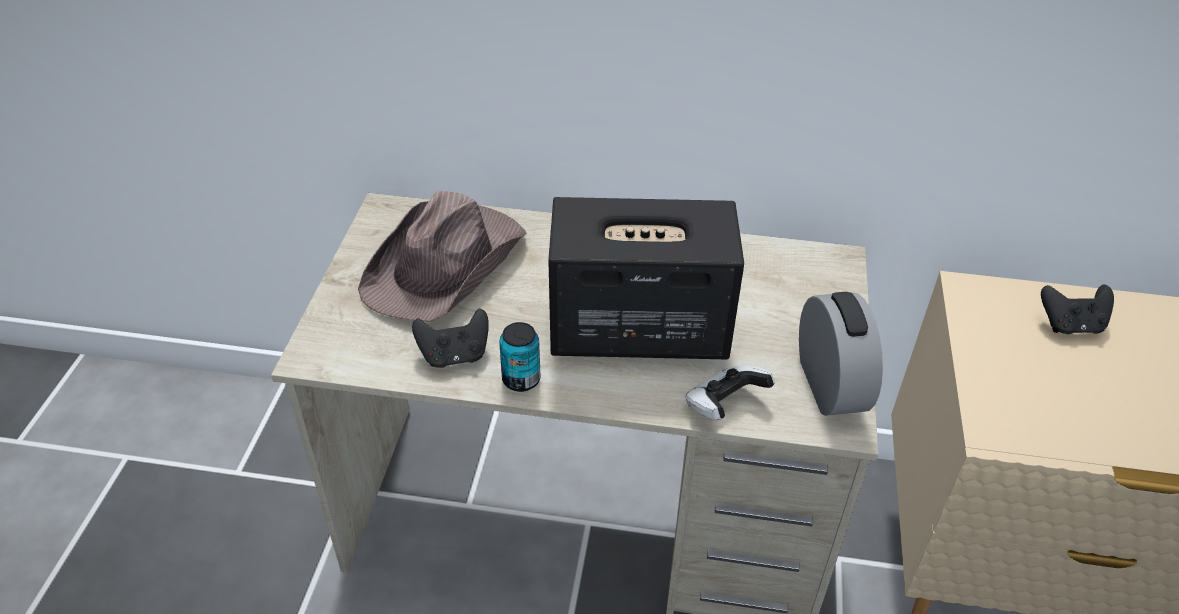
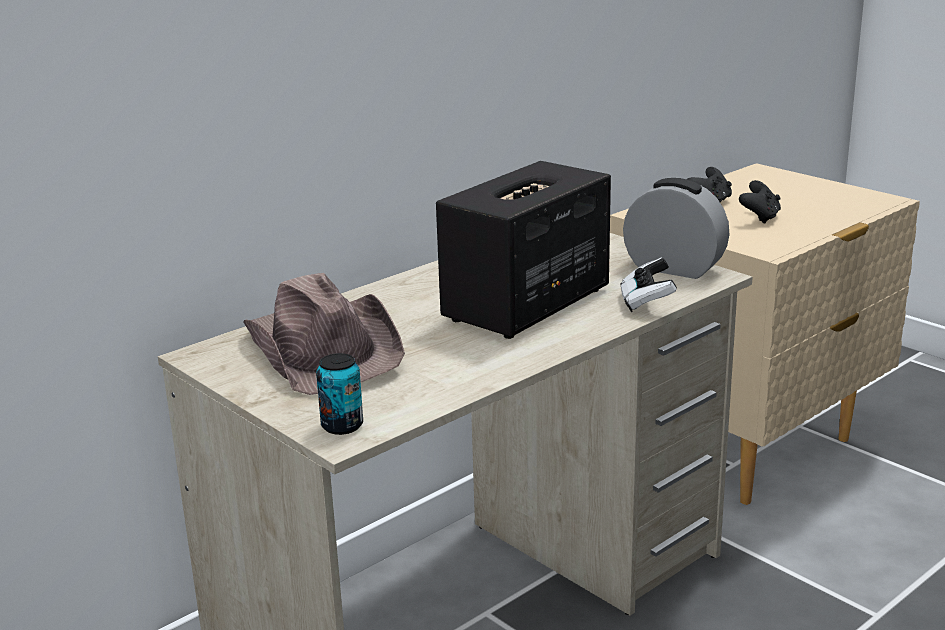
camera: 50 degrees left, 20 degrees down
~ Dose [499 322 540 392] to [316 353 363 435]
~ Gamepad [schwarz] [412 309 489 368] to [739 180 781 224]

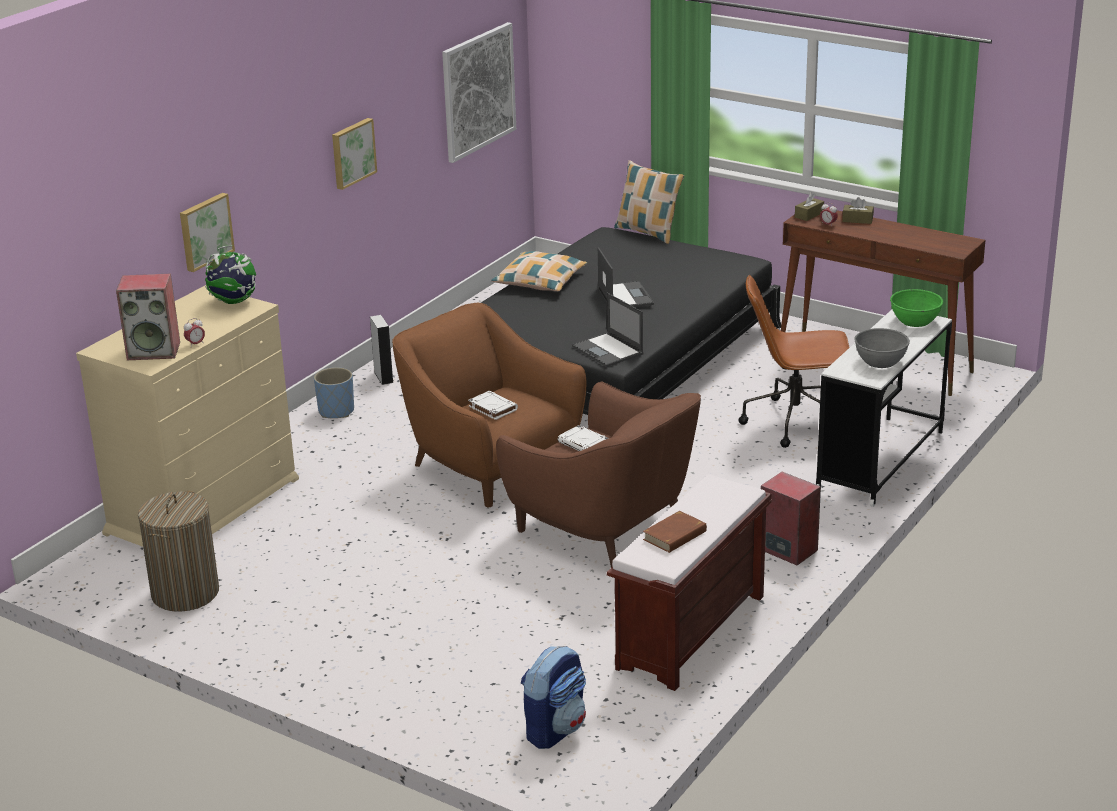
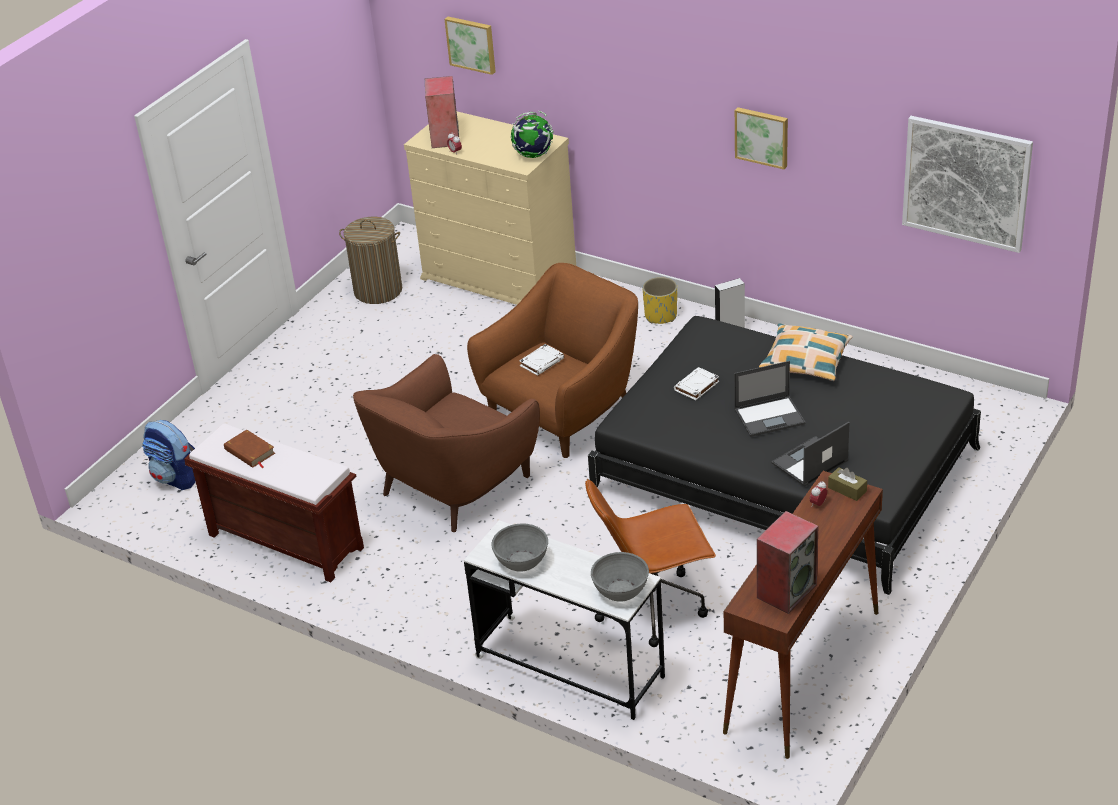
camera: 90 degrees right, 10 degrees up
~ Bild [180 193 235 272] to [444 17 496 75]
~ Bürostuhl [braun] [738 275 850 448] = [585 479 716 647] 105 degrees counterclockwise
~ Schüssel [grün] [890 289 943 327] to Schüssel [grau] [591 552 649 602]
~ Pflanzkübel [blau] [314 367 354 418] to Pflanzkübel [gelb] [642 277 677 324]
~ Buch [weiß] [558 425 609 451] to [674 367 719 400]
~ Lautsprecher [761 472 821 565] to [757 511 818 614]
~ Laptop [572 293 644 367] to [771 422 850 486]
- Kissen [614 160 684 244]
- Taschentuchbox [braun] [842 197 874 224]

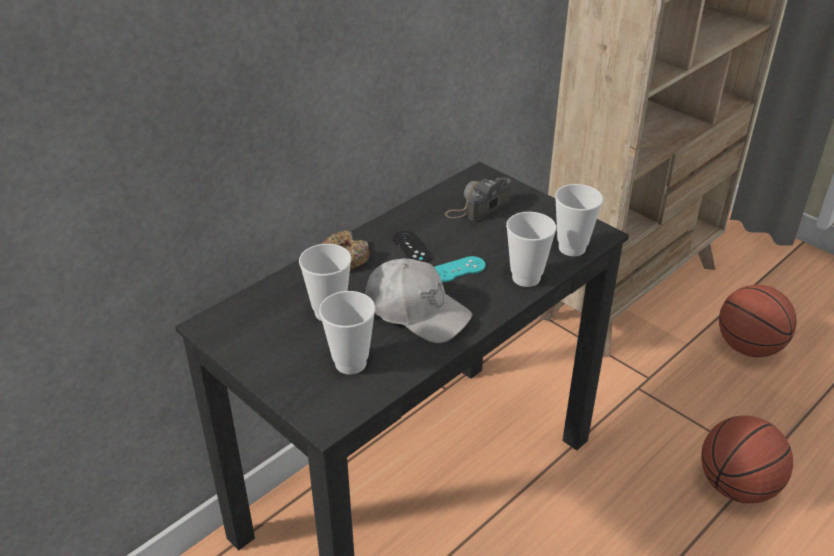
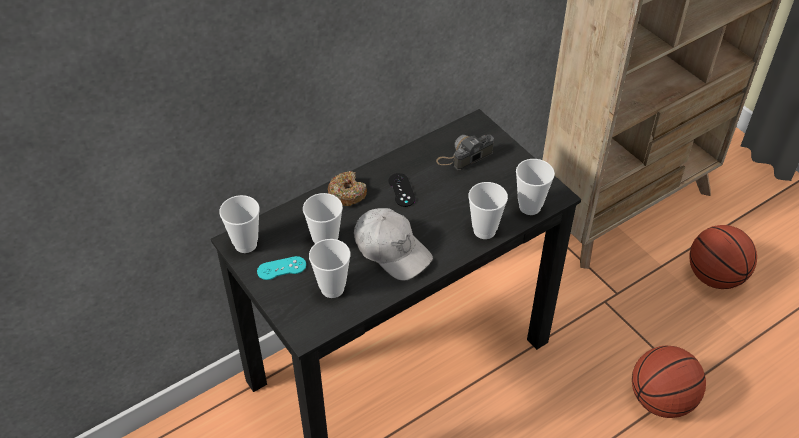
camera: 10 degrees right, 10 degrees up
+ Tasse [219 195 260 253]
~ Gamepad [türkis] [435 256 486 282] to [257 256 306 280]

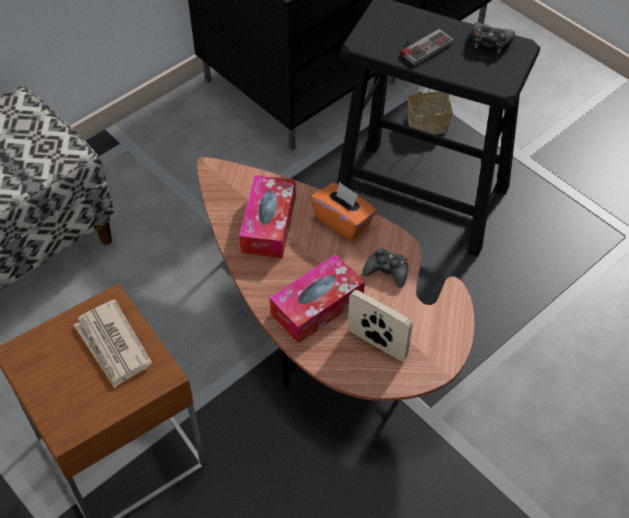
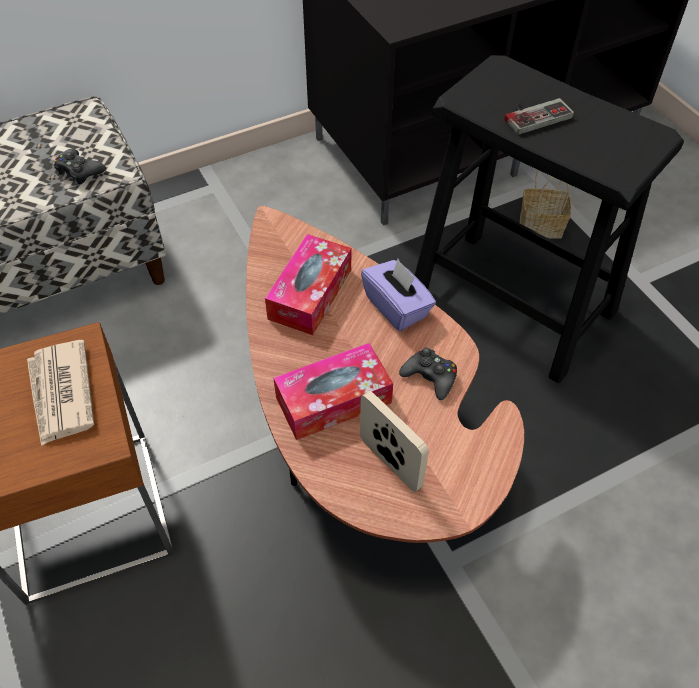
camera: 15 degrees right, 0 degrees up
~ Gamepad [schwarz] [471 23 515 54] to [54 149 106 185]
~ Taschentuchbox [orange] [310 181 377 240] to Taschentuchbox [lila] [361 259 436 331]

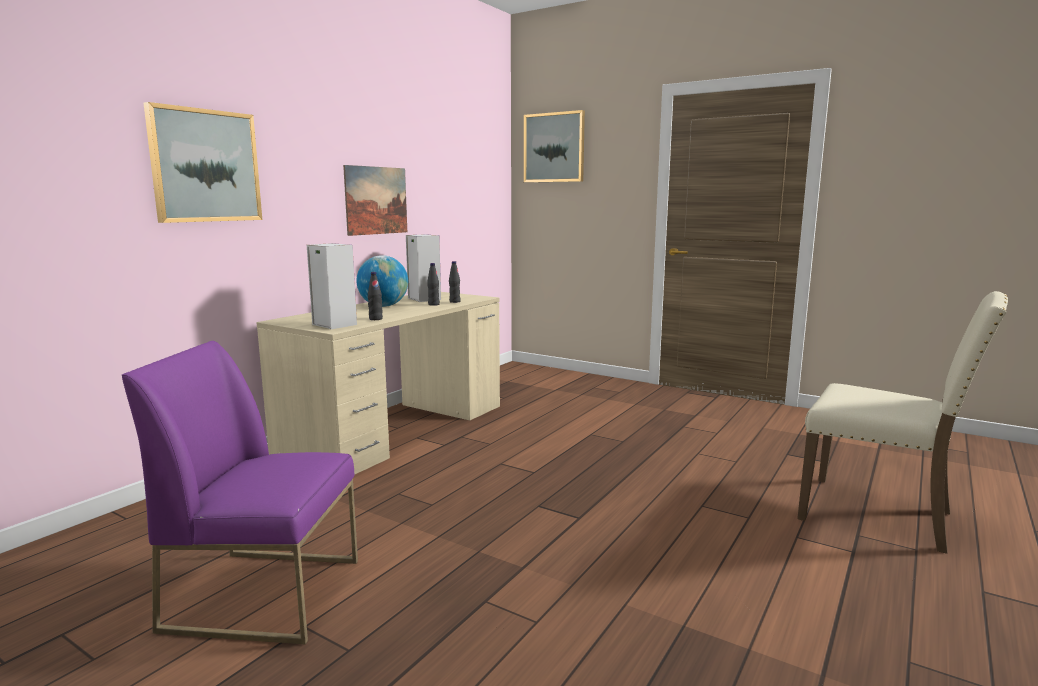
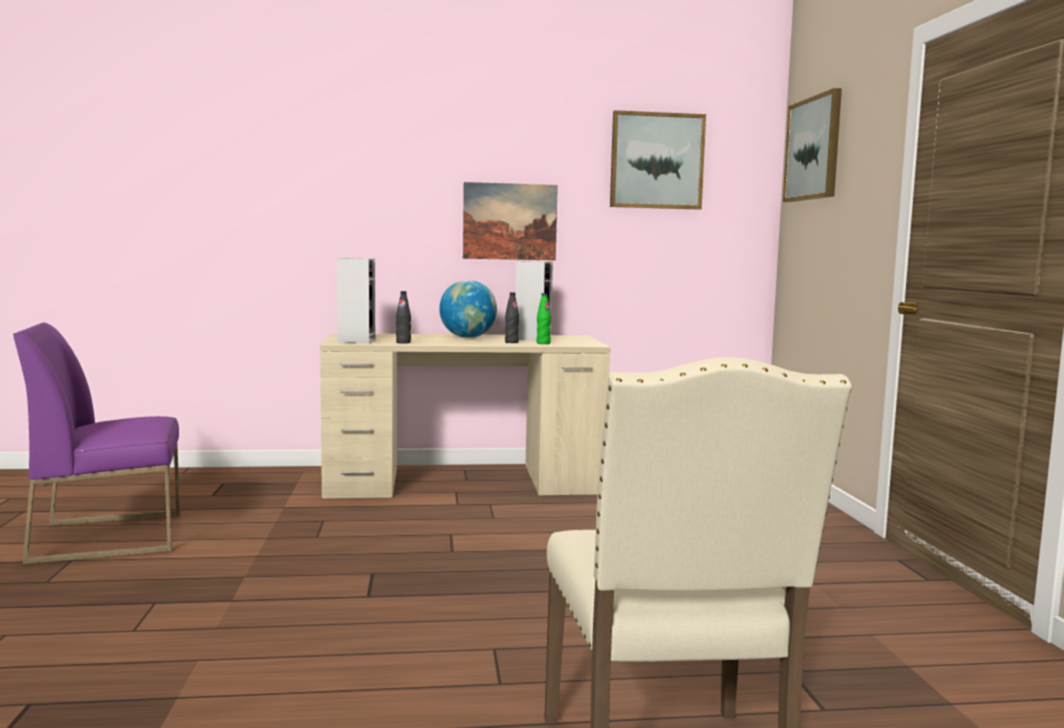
camera: 50 degrees right, 5 degrees down
~ Stuhl [lila] [122 341 358 644] = [13 323 180 564] 75 degrees counterclockwise
~ Flasche [schwarz] [449 261 461 303] to Flasche [grün] [537 293 551 344]
~ Bild [144 102 262 223] to [610 110 706 210]

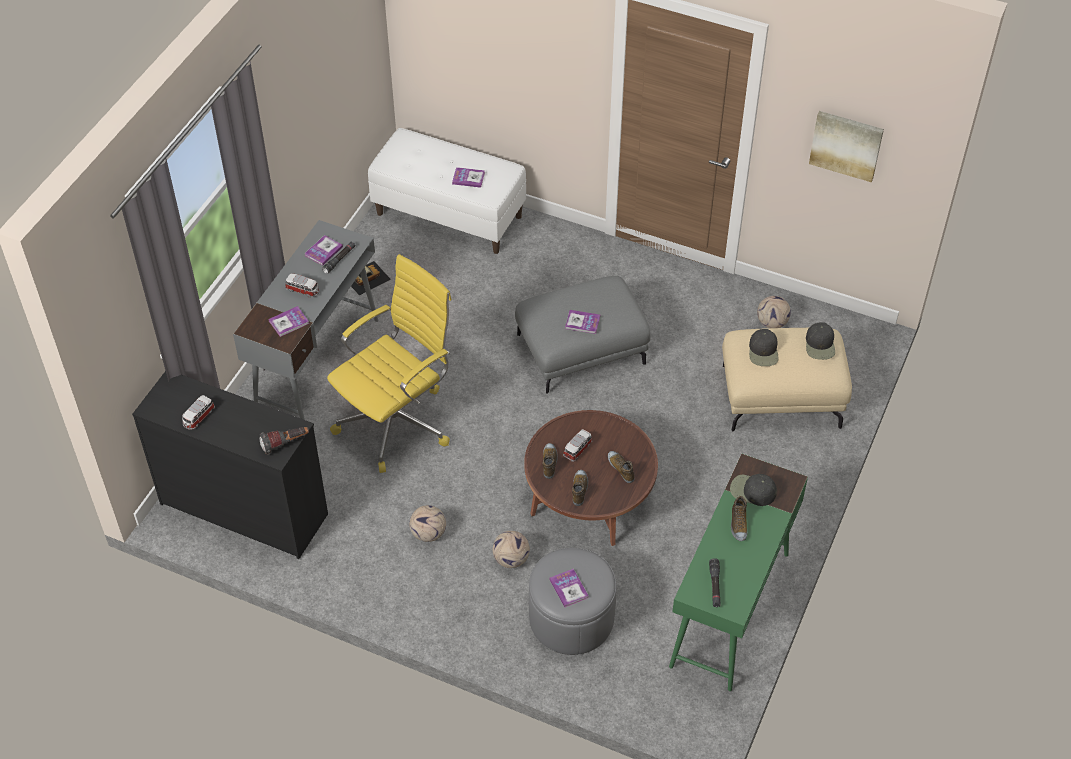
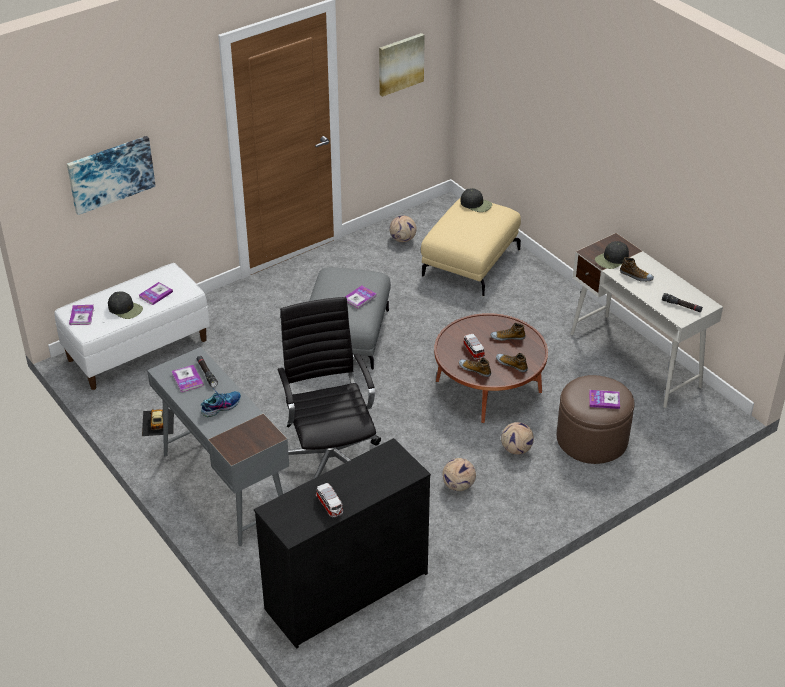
camera: 60 degrees left, 10 degrees down
+ Bild [67 136 156 215]
~ Buch [269 306 309 337] to [69 305 94 325]
~ Kappe [schwarz] [749 329 778 366] to [108 291 143 319]
~ Spielzeugauto [285 273 320 297] to Schuh [201 391 241 417]
~ Bürostuhl [gelb] [327 254 451 473] to Bürostuhl [schwarz] [277 297 381 479]
~ Polsterhocker [grau] [529 548 617 655] to Polsterhocker [braun] [557 375 635 464]
~ Schreibtisch [grün] [669 453 808 691] to Schreibtisch [weiß] [571 233 723 408]
- Taschenlampe [260 427 309 455]

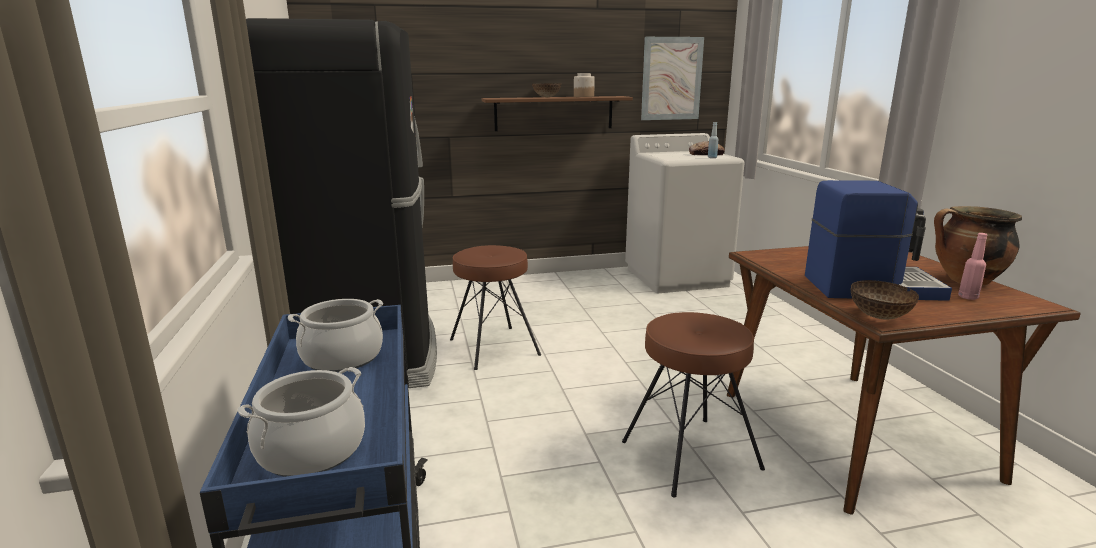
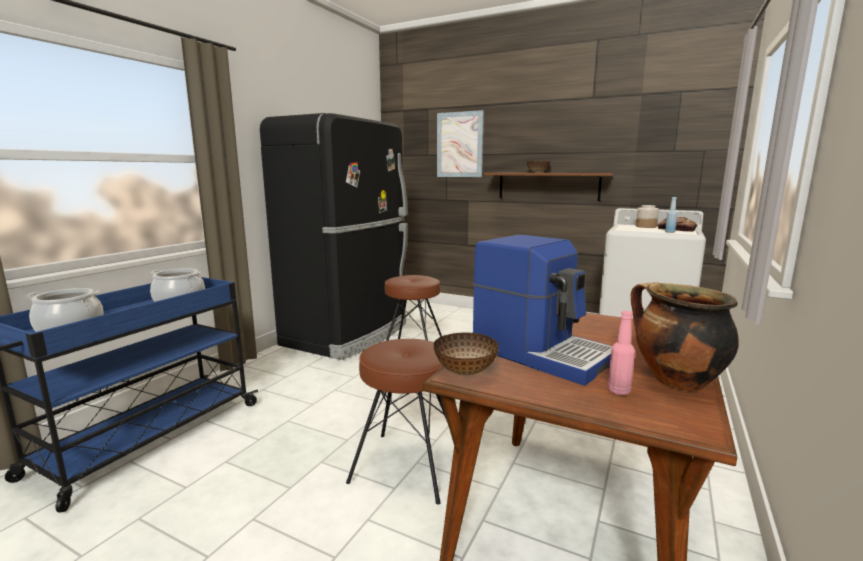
camera: 40 degrees right, 5 degrees down
~ Bild [641 37 704 120] to [437 110 484 177]
~ Vorratsglas [574 73 595 97] to [636 205 659 228]

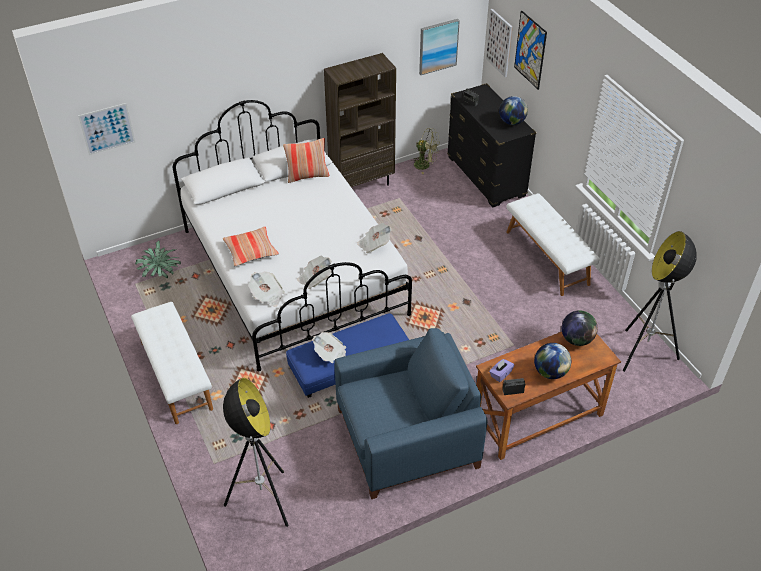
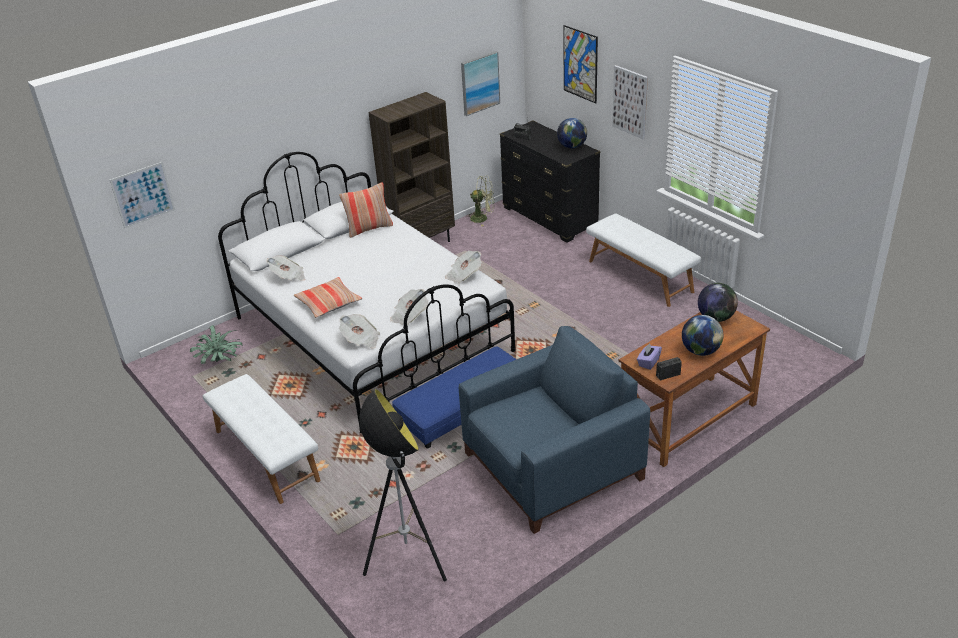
camera: 10 degrees left, 10 degrees down
~ Zeitung [313 332 346 363] to [266 256 305 281]
~ Bild [486 9 512 77] to [612 65 648 139]
- Stehlampe [623 231 697 372]

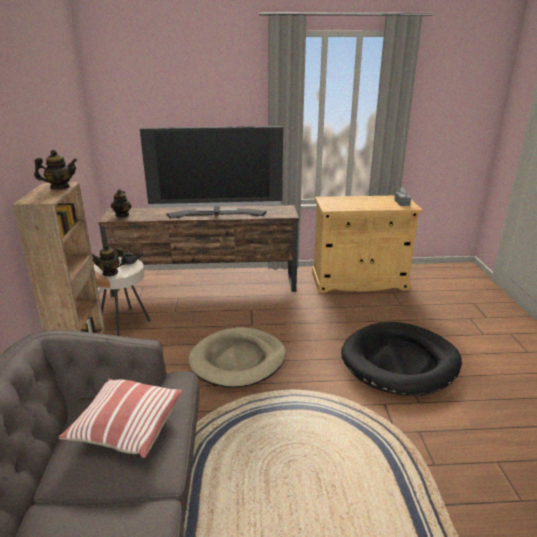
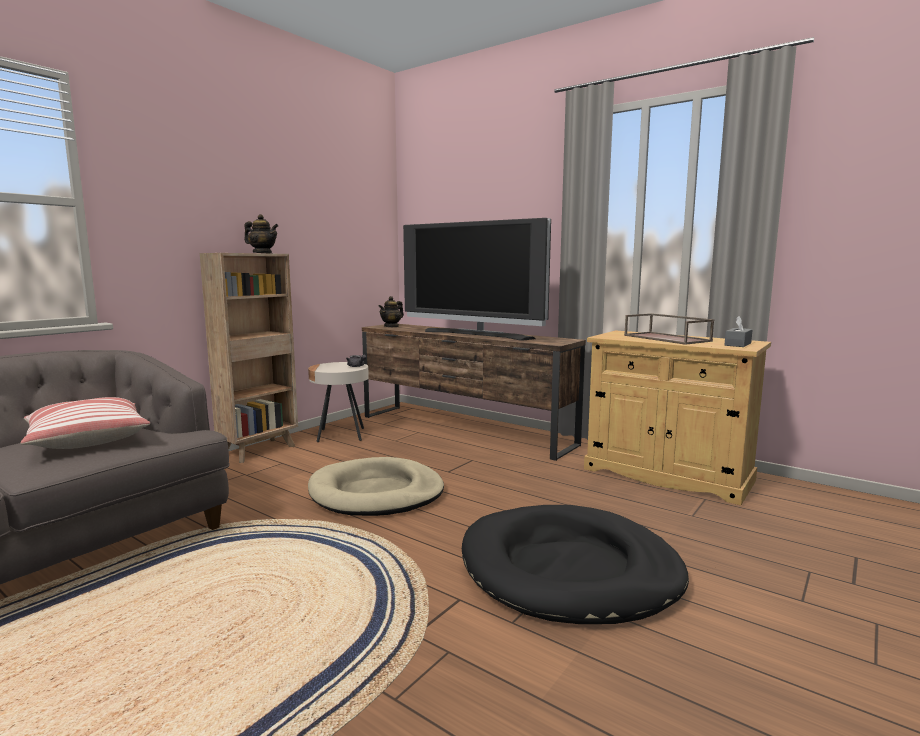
camera: 40 degrees right, 15 degrees down
+ Tablett [braun] [624 313 714 345]
- Teekanne [92 244 127 276]

